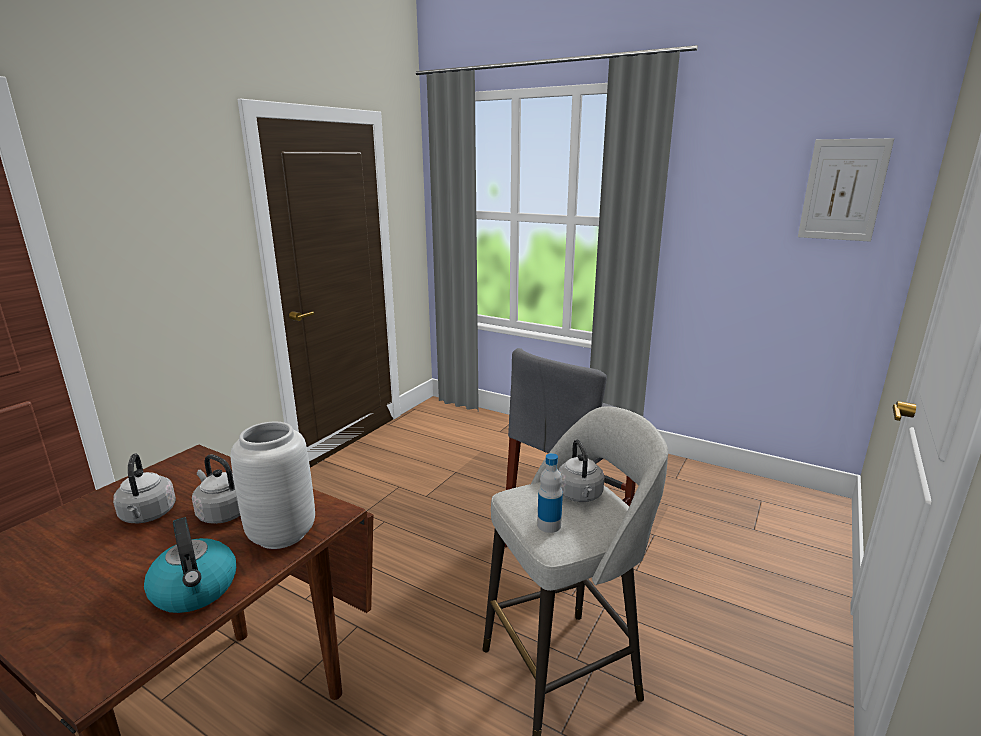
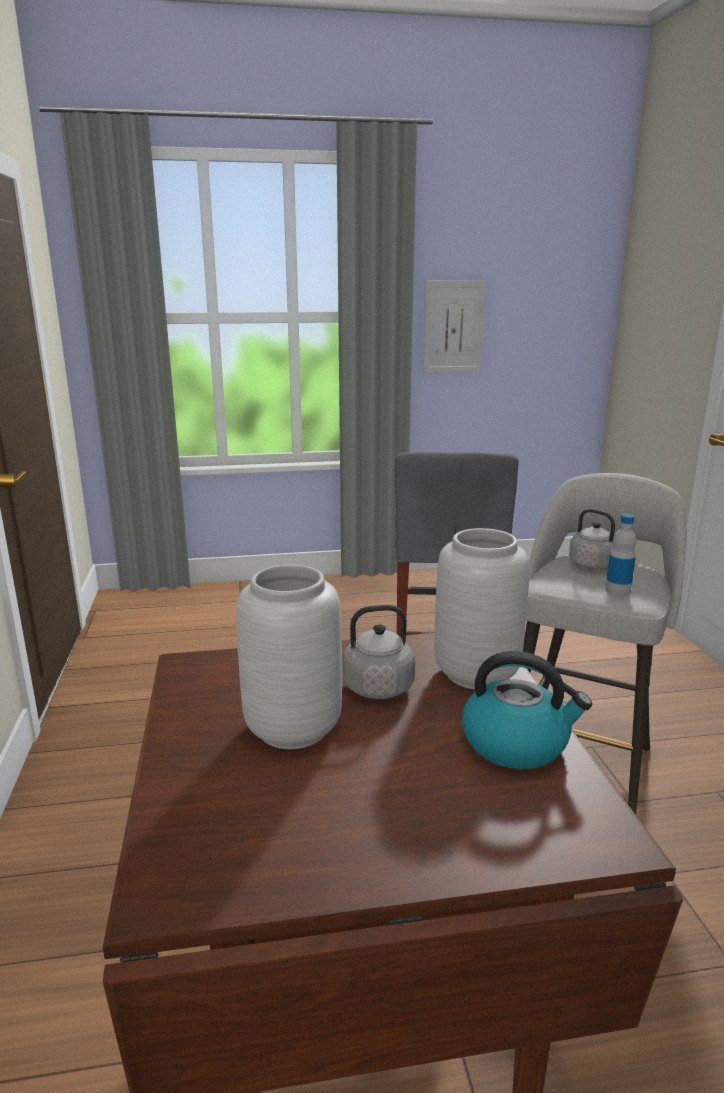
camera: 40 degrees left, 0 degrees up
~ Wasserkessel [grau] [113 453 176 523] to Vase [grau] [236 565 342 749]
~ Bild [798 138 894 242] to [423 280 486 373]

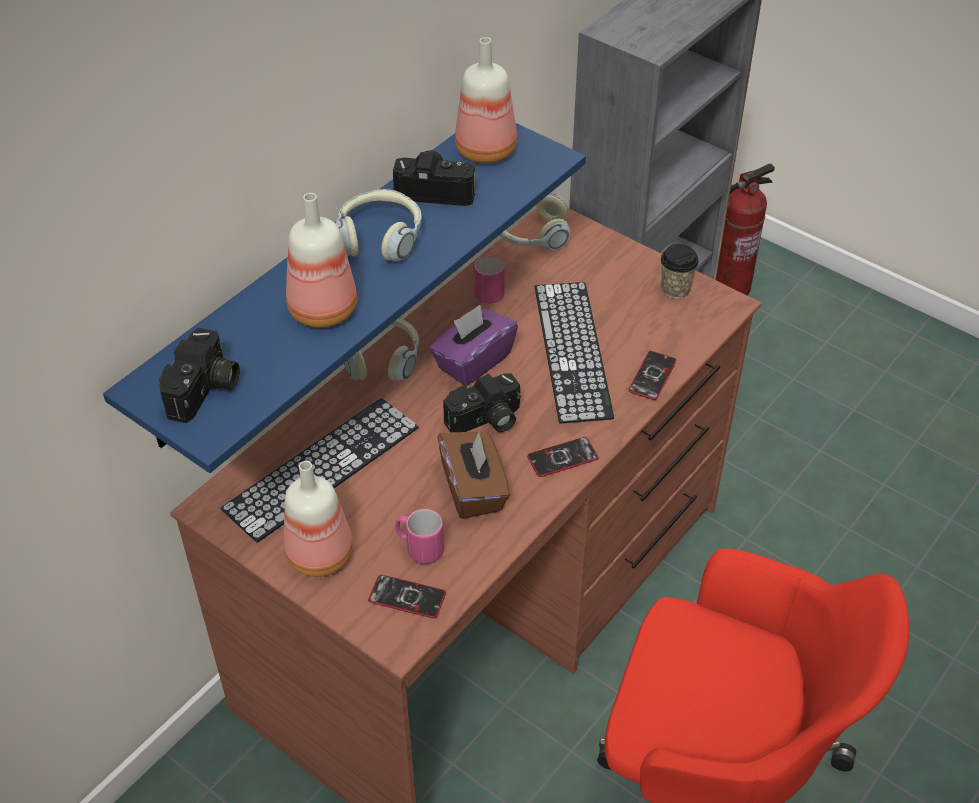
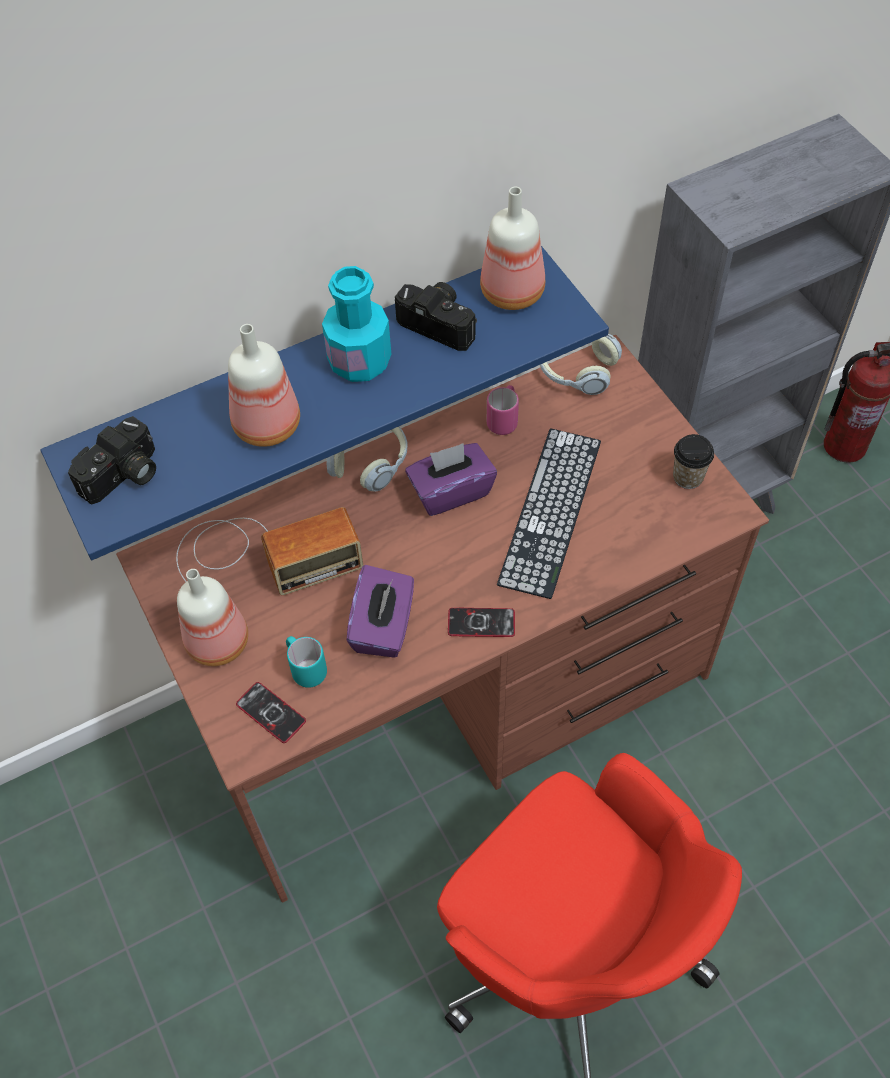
camera: 25 degrees right, 10 degrees up
~ Tastatur [220 398 419 543] to Radio [176 507 363 595]
~ Henkelbecher [rosa] [395 509 444 564] to Henkelbecher [türkis] [286 636 327 688]
~ Kopfhörer [335 189 422 262] to Flasche [türkis] [322 266 391 382]
~ Taschentuchbox [braun] [438 430 510 519] to Taschentuchbox [lila] [346 565 414 658]
- Kamera [443 373 521 432]
- Handy [629 351 676 400]

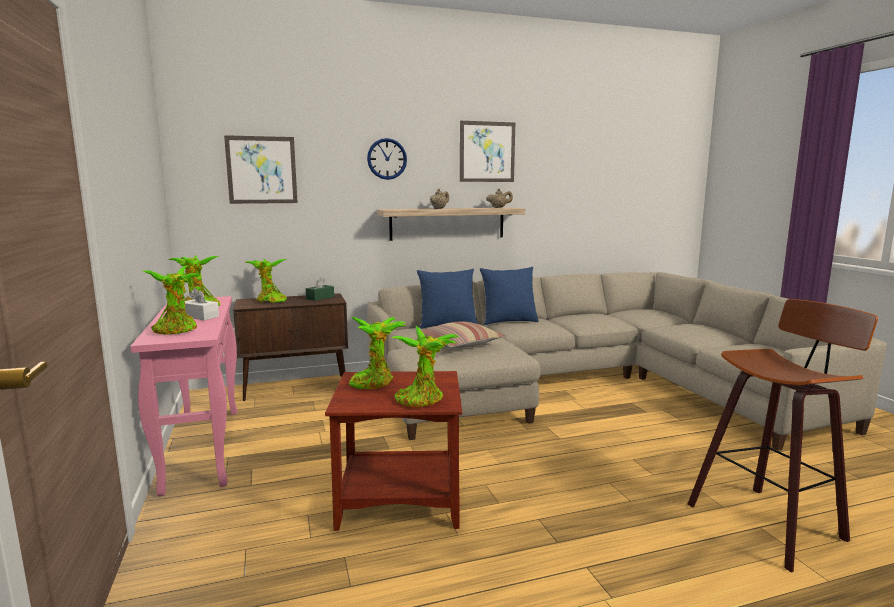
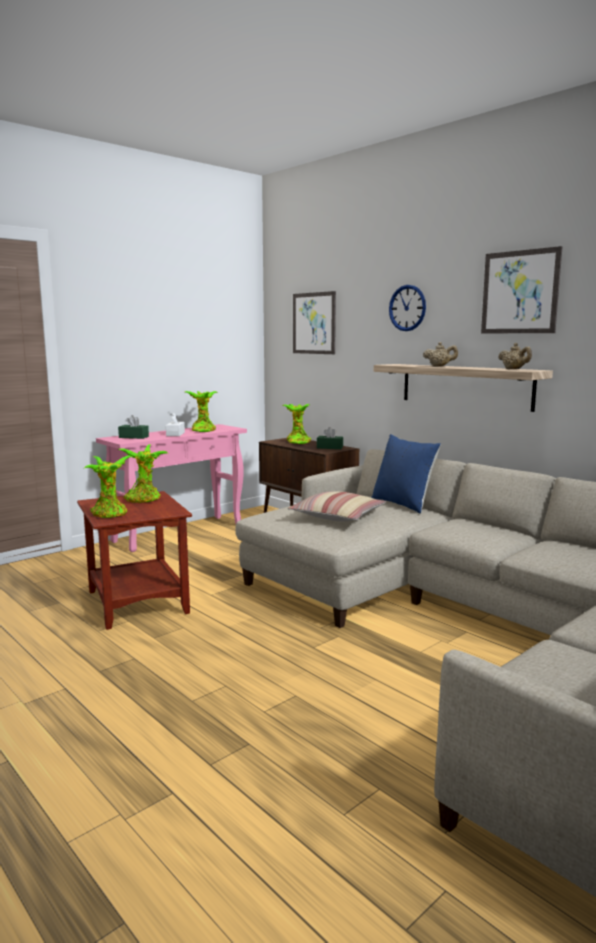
camera: 65 degrees right, 0 degrees up
~ Topfpflanze [142 266 201 334] to Taschentuchbox [grün] [118 415 149 439]
- Kissen [blau] [480 267 539 325]
- Hocker [688 299 878 573]

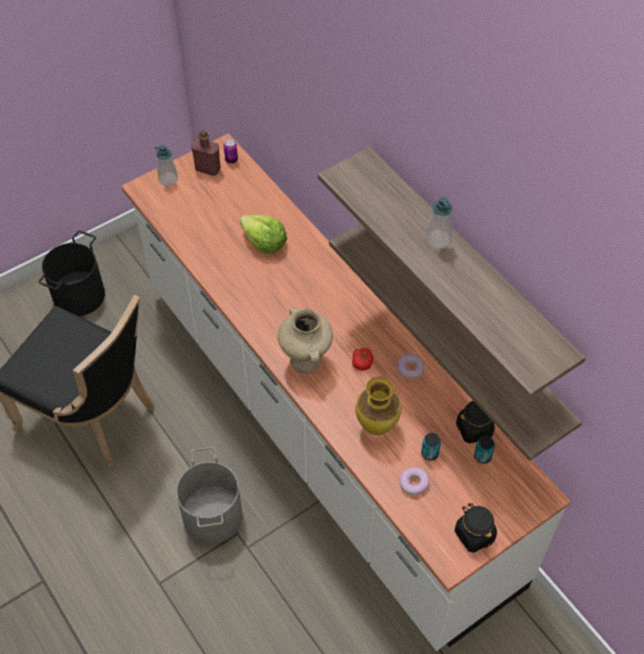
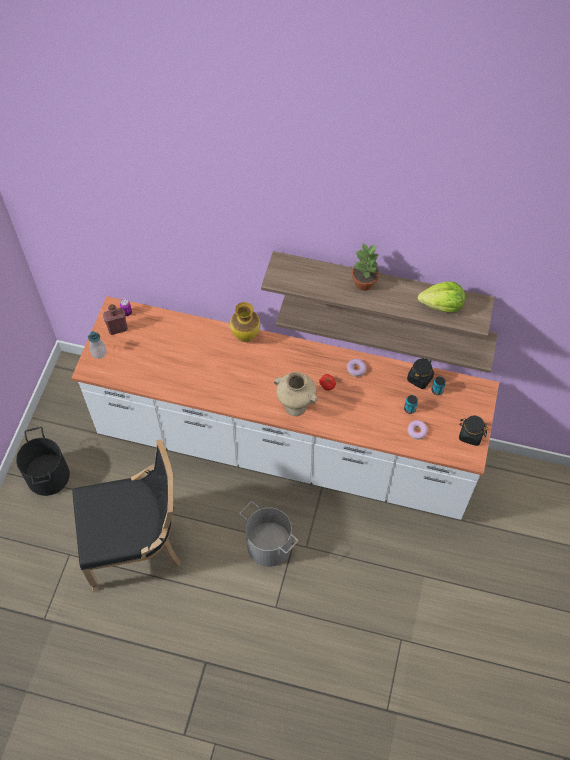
camera: 40 degrees left, 5 degrees up
~ Vase [355 376 401 435] to [230 302 260 342]
~ Seifenspender [425 196 453 249] to Topfpflanze [352 244 380 291]
~ Salatkopf [239 215 287 254] to [418 282 465 313]

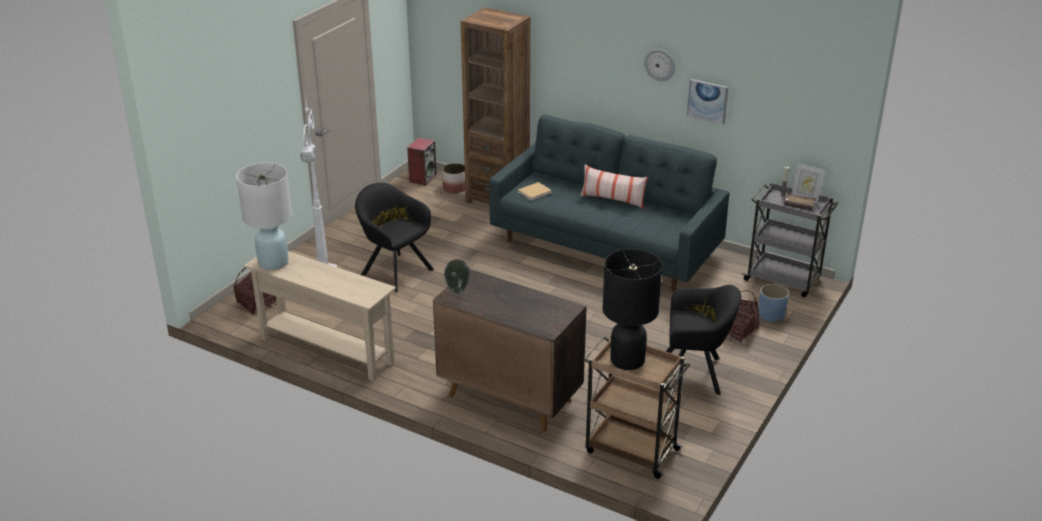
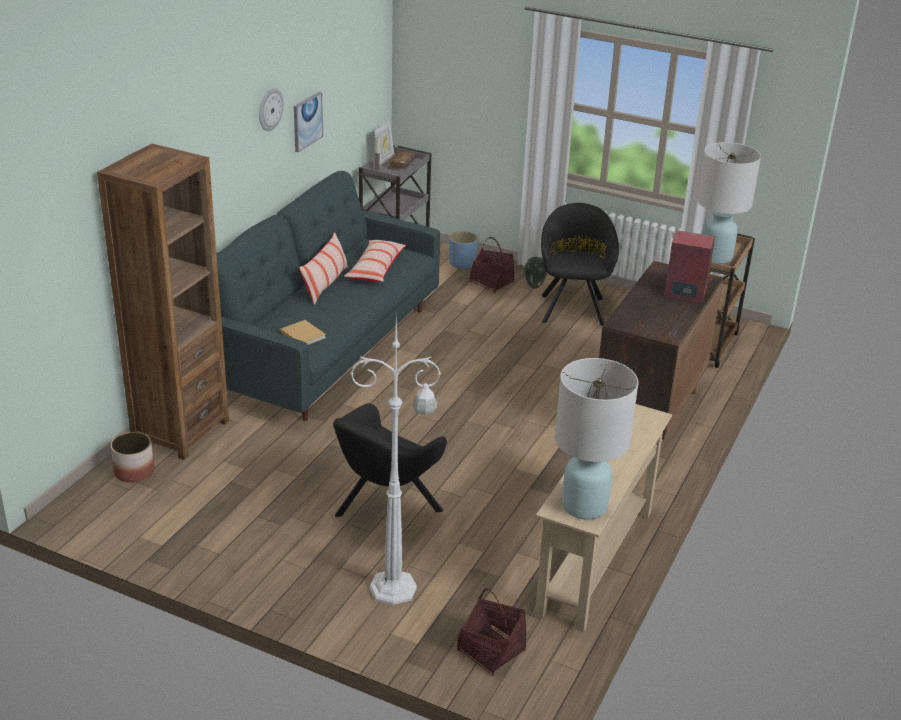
camera: 95 degrees left, 0 degrees up
+ Kissen [344 240 406 282]
~ Vase [444 259 470 294] to [524 257 547 289]
~ Lautsprecher [407 137 437 186] to [664 230 715 304]
~ Tischlampe [schwarz] [602 249 662 370] to Tischlampe [weiß] [697 142 761 264]

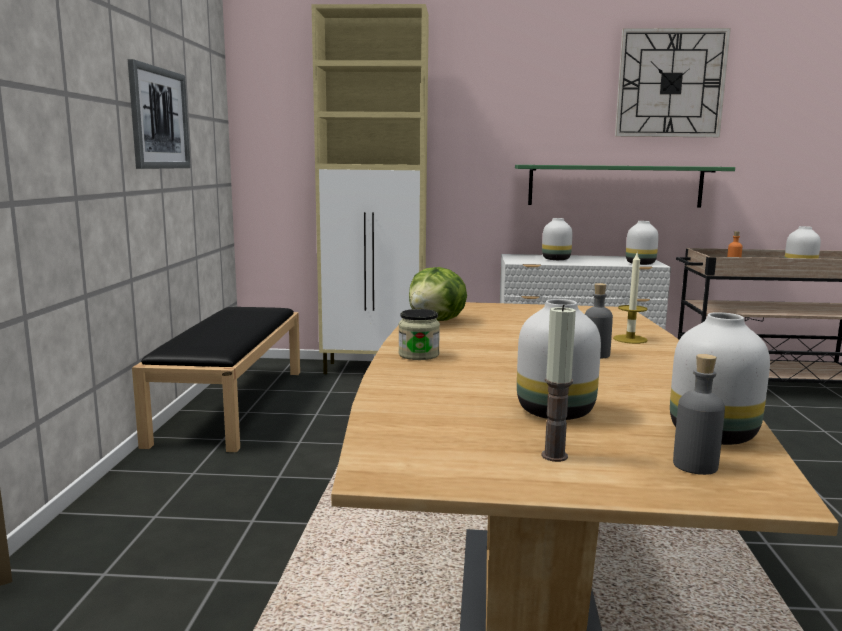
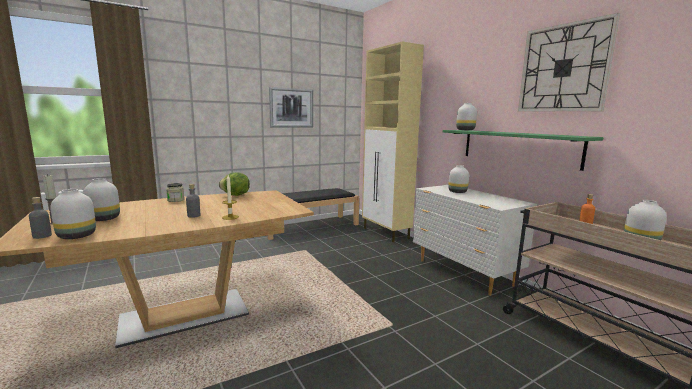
camera: 55 degrees right, 0 degrees up
~ Vase [weiß] [626 221 659 265] to [456 103 477 130]

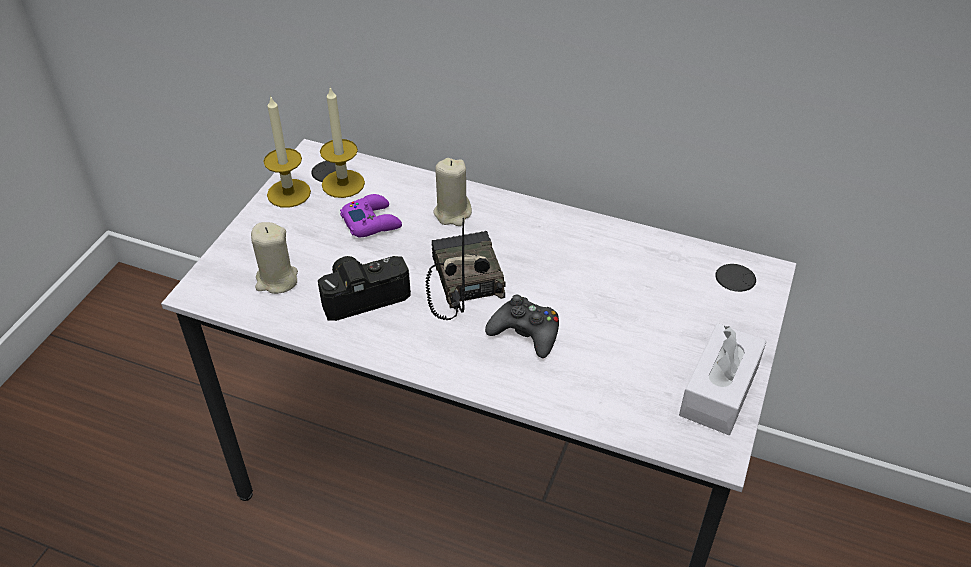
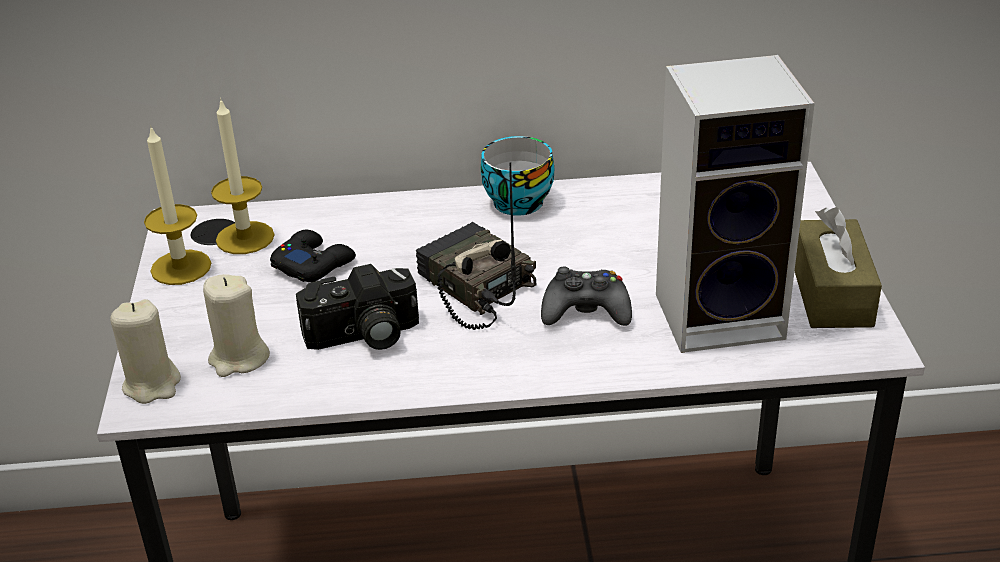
camera: 25 degrees left, 10 degrees down
~ Kerze [beige] [434 158 472 226] to [110 299 181 404]
~ Gamepad [lila] [340 194 402 237] to Gamepad [schwarz] [270 230 356 282]
~ Kamera [318 256 411 321] = [296 264 419 350] 150 degrees counterclockwise
+ Tasse [481 136 554 216]
+ Lautsprecher [656 55 815 353]
~ Taschentuchbox [weiß] [679 323 767 435] to Taschentuchbox [braun] [795 207 882 328]

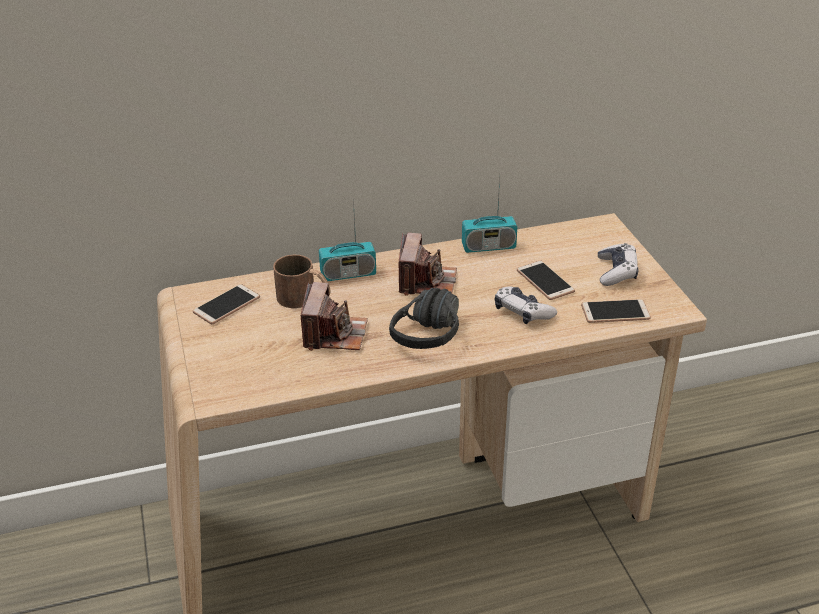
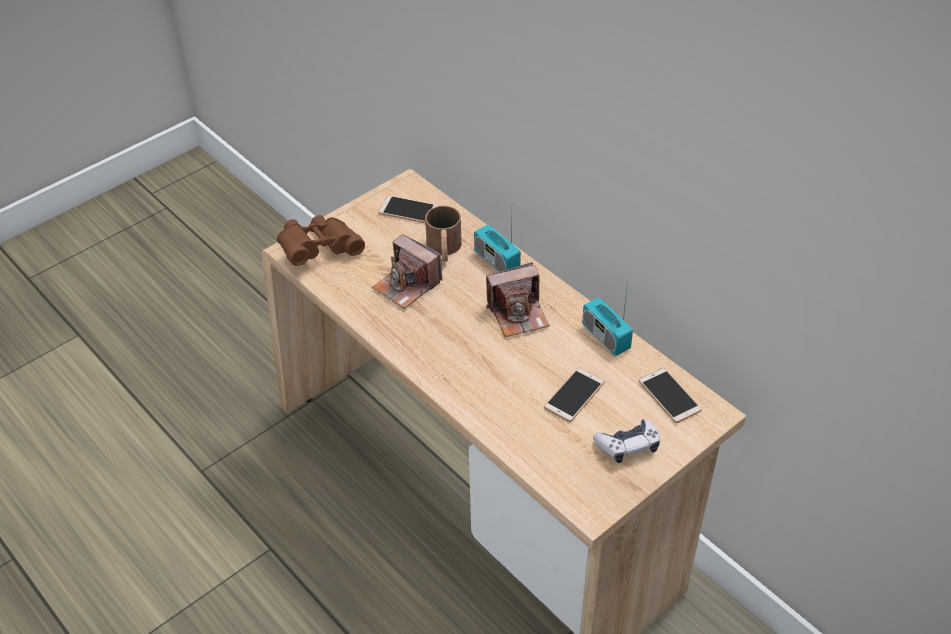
camera: 65 degrees right, 10 degrees up
+ Fernglas [braun] [277 215 365 266]
~ Kamera [301 282 368 351] = [372 234 443 309] 60 degrees clockwise
~ Handy [581 299 651 323] to [639 368 702 423]
- Kopfhörer [schwarz] [389 288 459 349]
- Gamepad [495 287 557 324]

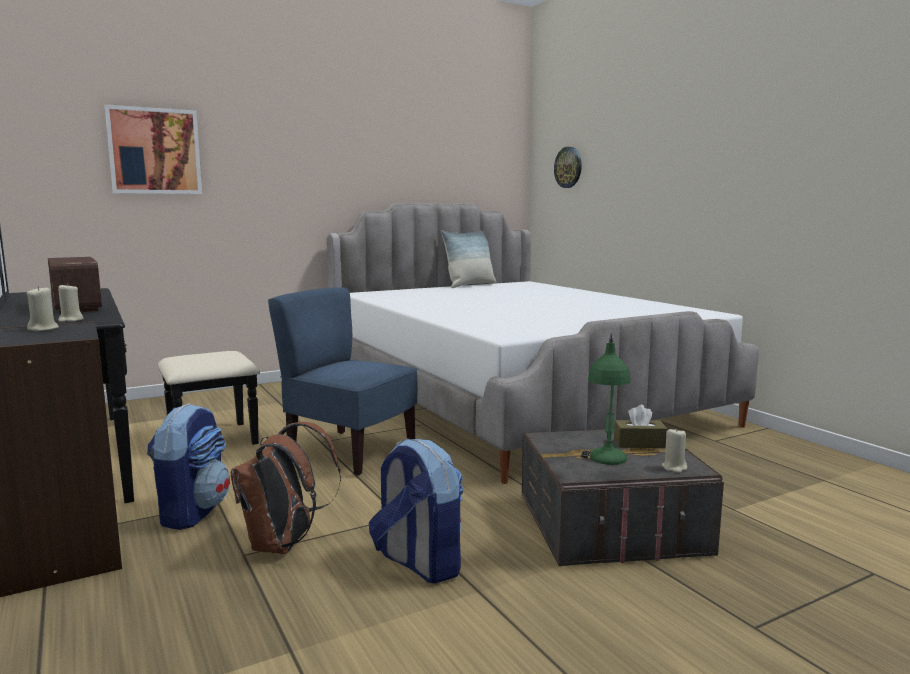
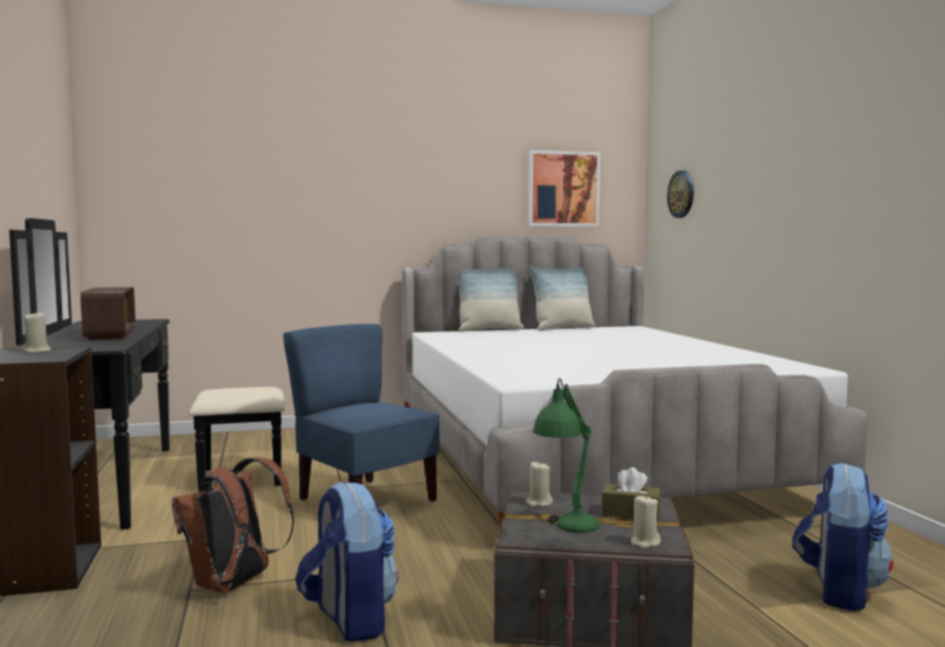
camera: 15 degrees right, 5 degrees down
+ Kissen [458 268 524 332]
~ Kerze [beige] [58 283 84 322] to [526 461 553 507]
~ Bild [105 105 202 194] to [528 150 600 227]
~ Rucksack [147 403 230 530] to [793 462 893 611]

